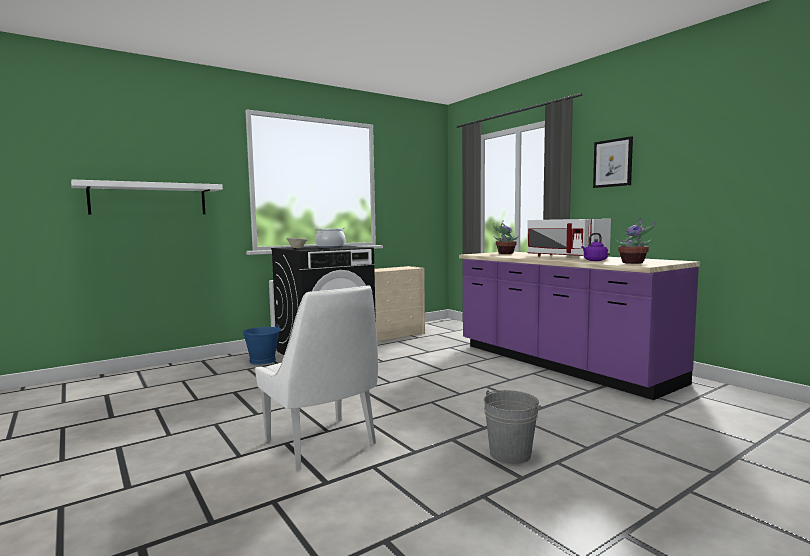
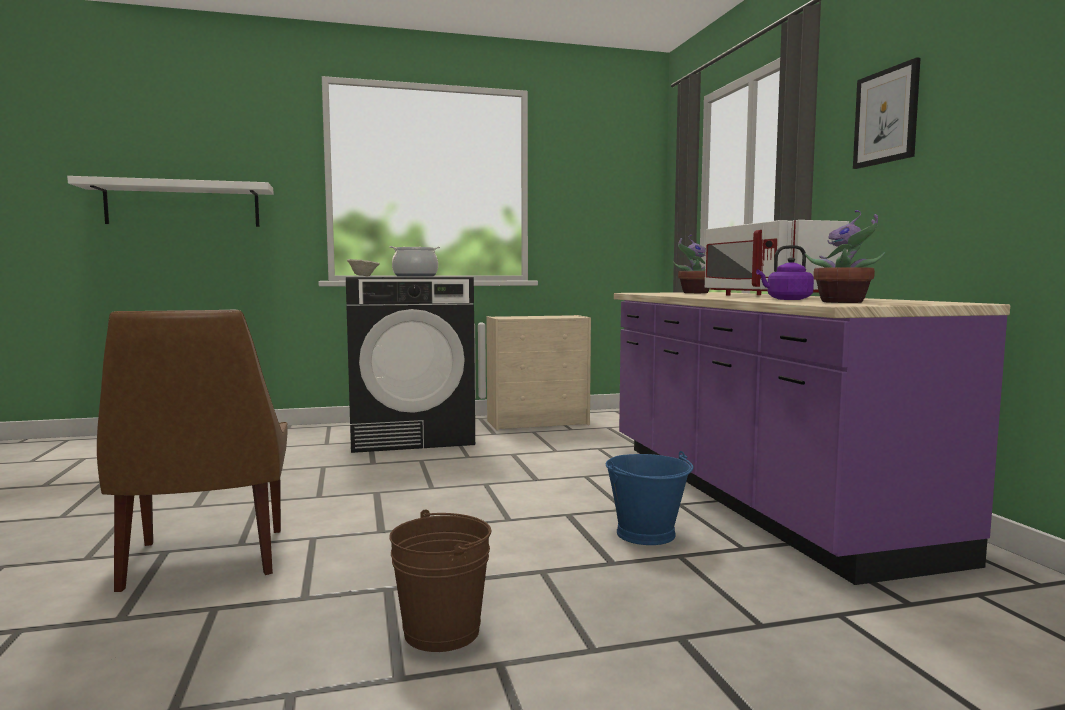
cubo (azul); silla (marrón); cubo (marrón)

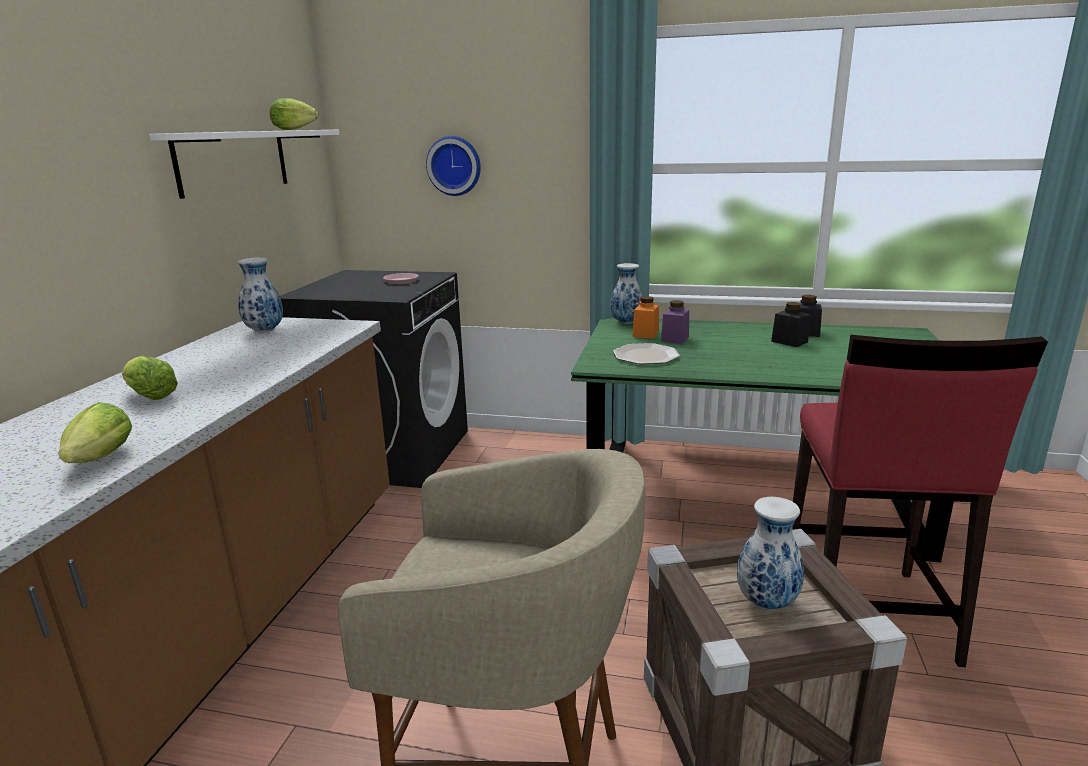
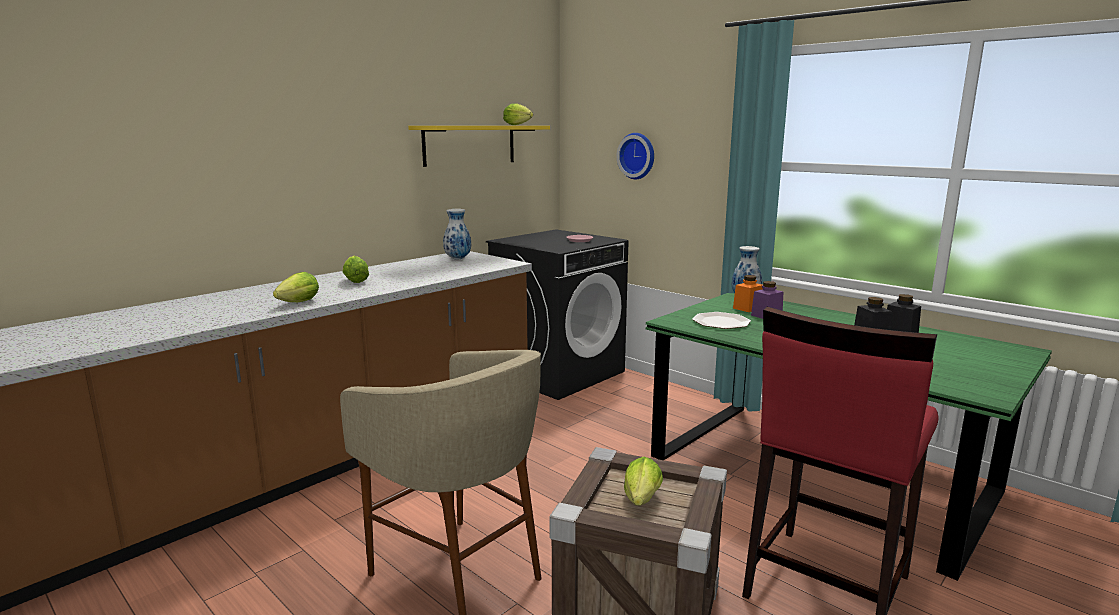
estante (amarillo); lechuga (4th from left)

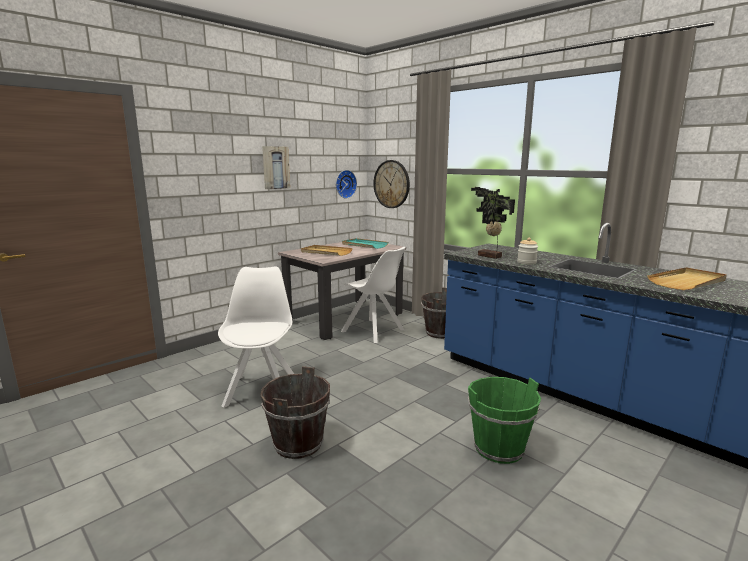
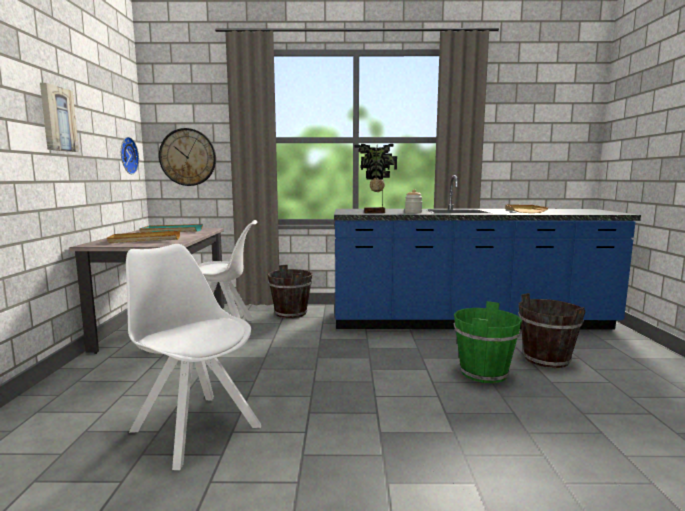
cubo (marrón) (2nd from left)

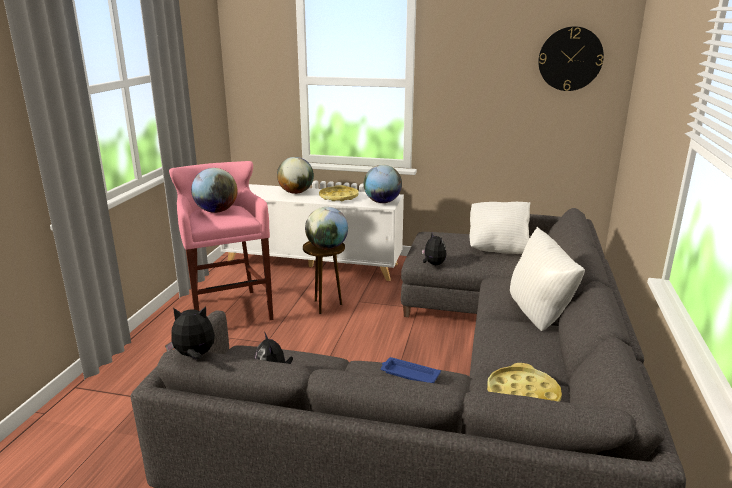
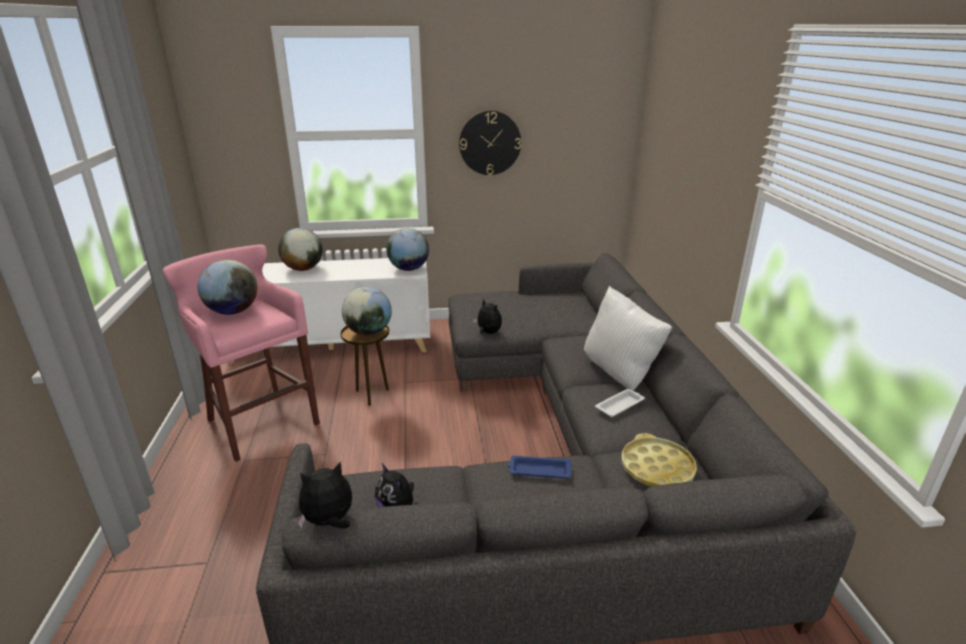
bandeja (amarillo) (1st from left in the first image); cojín (blanco) (1st from left in the first image); reloj de pared; bandeja (blanco)

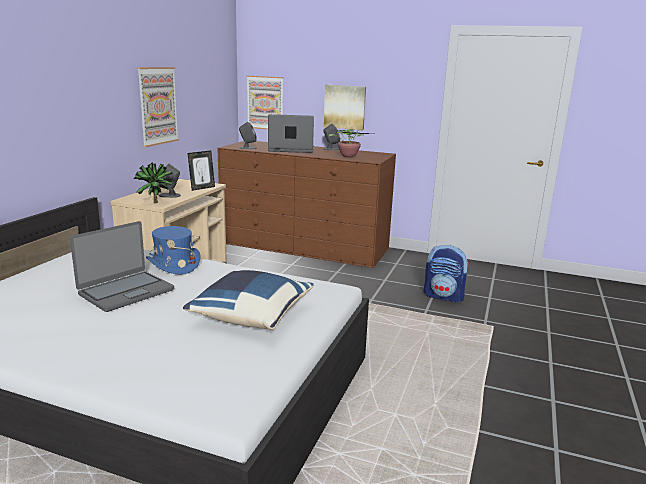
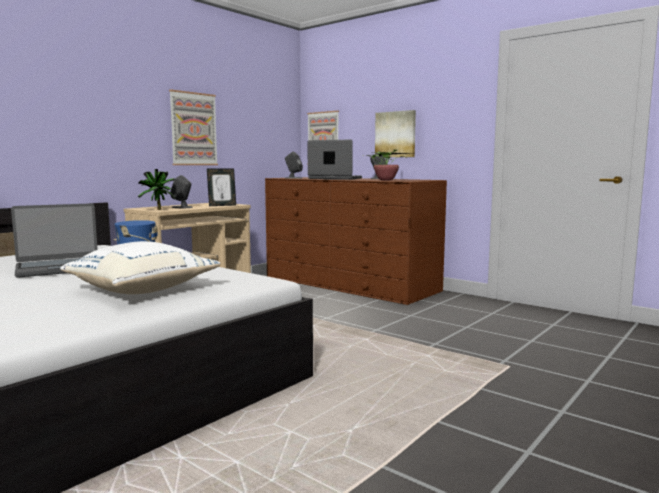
cojín (blanco); mochila

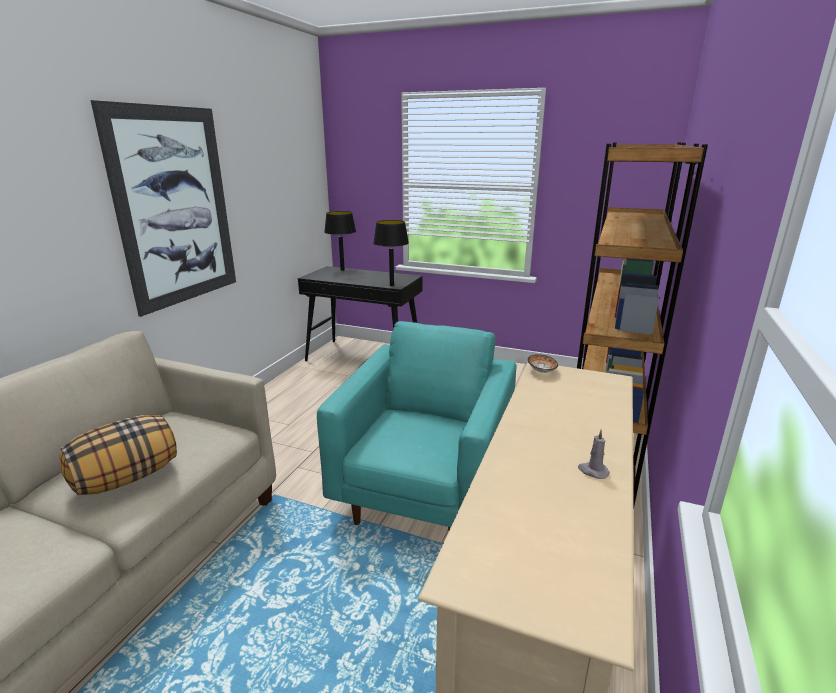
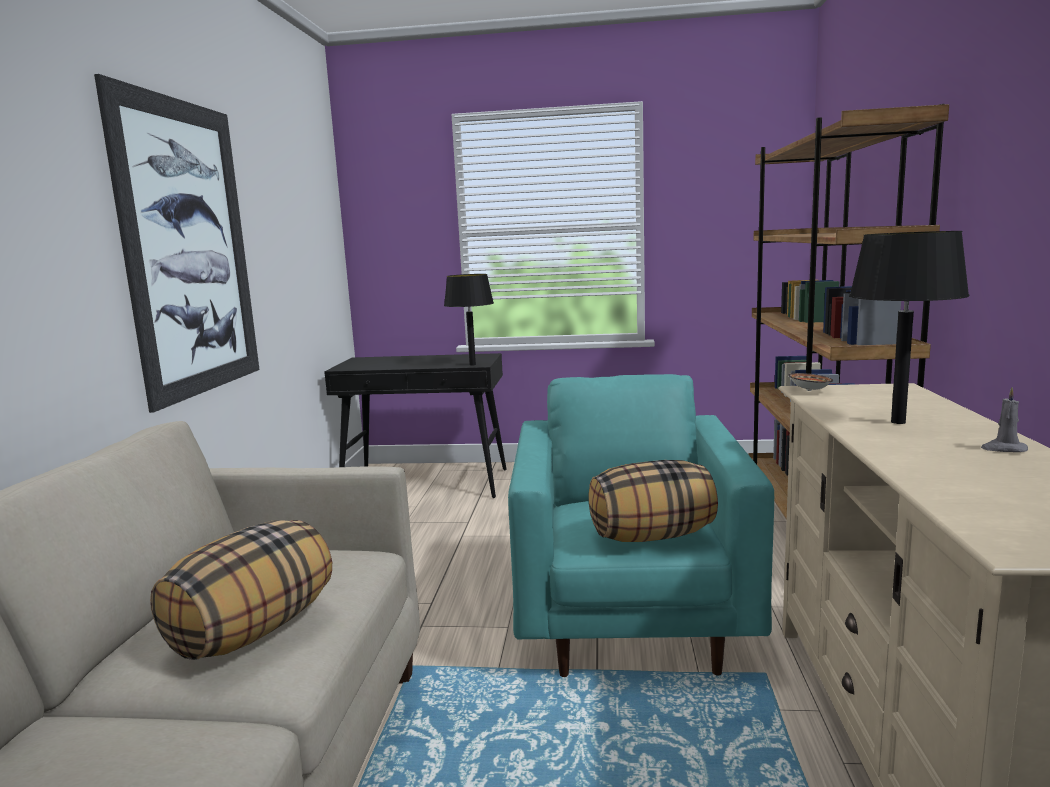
lámpara de mesa (negro) (2nd from left); cojín (2nd from left)

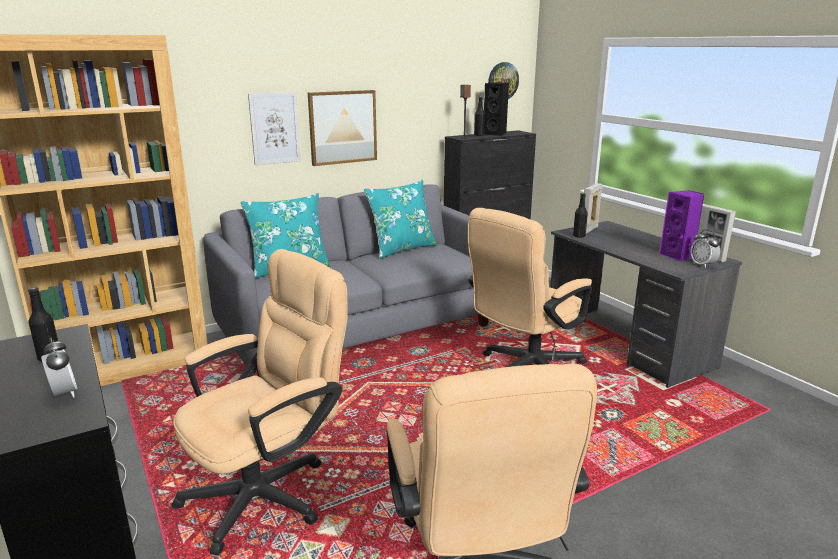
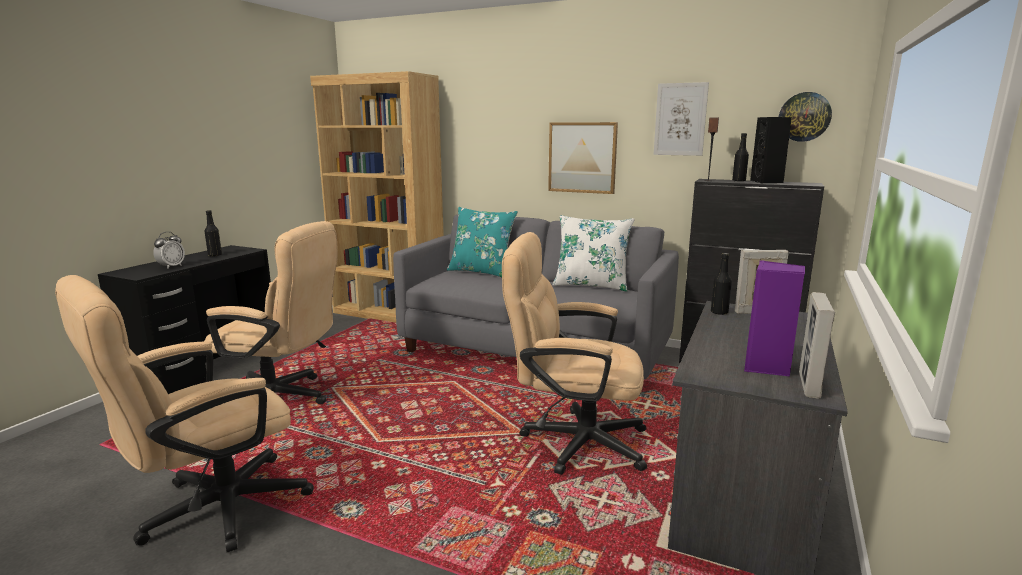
cuadro (2nd from left); cojín (blanco); despertador (2nd from left in the first image)

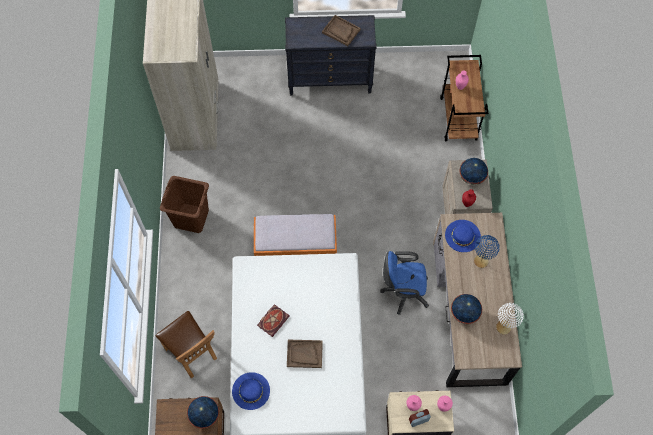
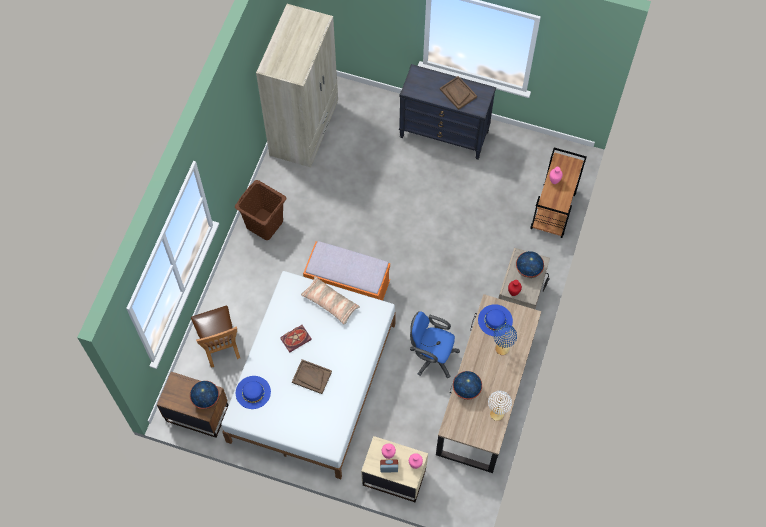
cojín

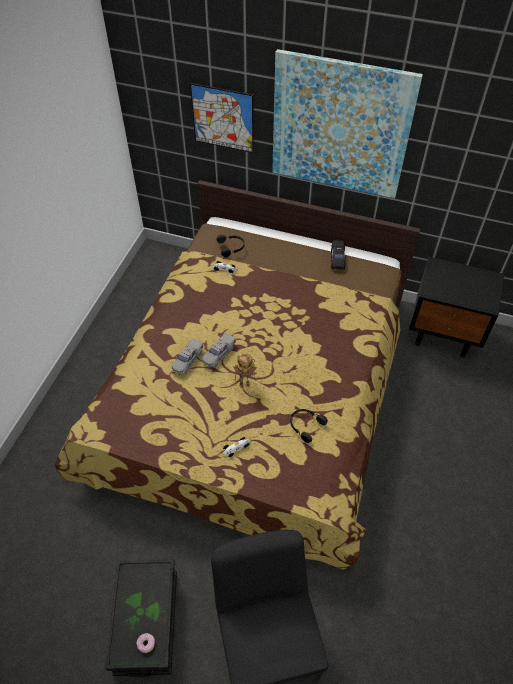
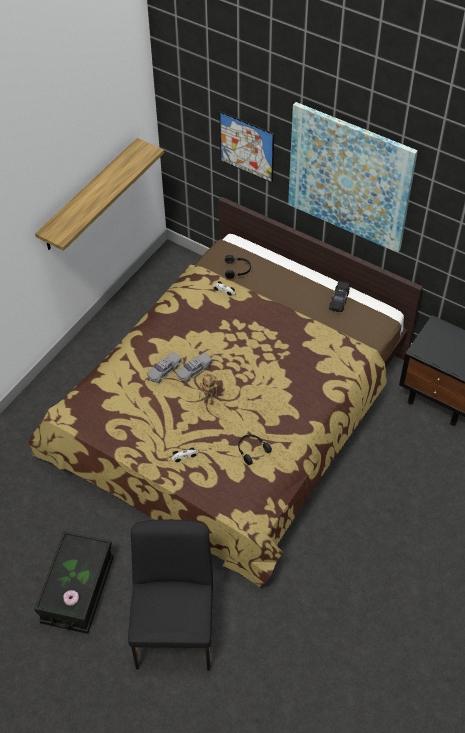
estante

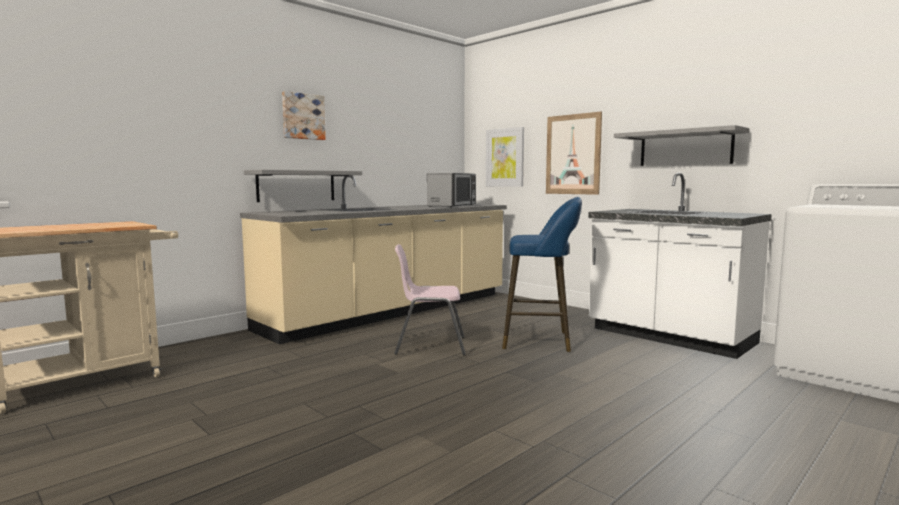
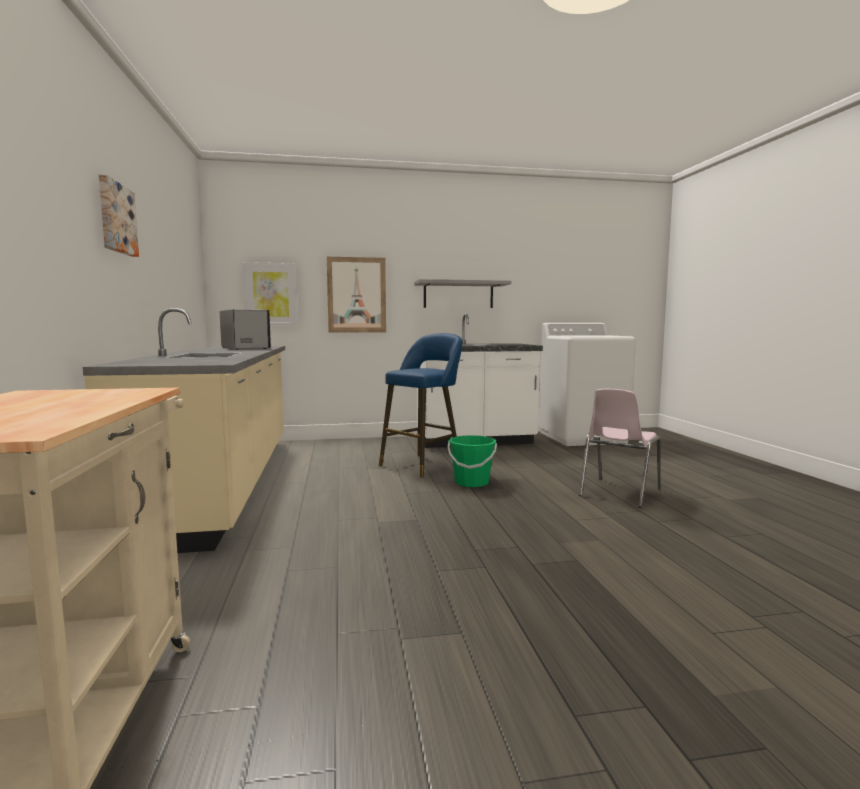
estante (gris) (1st from left in the first image); silla (rosa); cubo (verde)

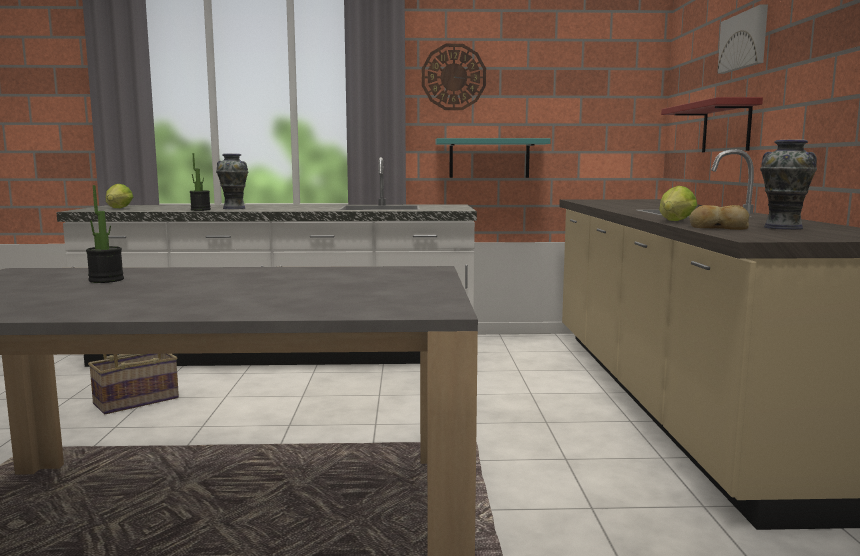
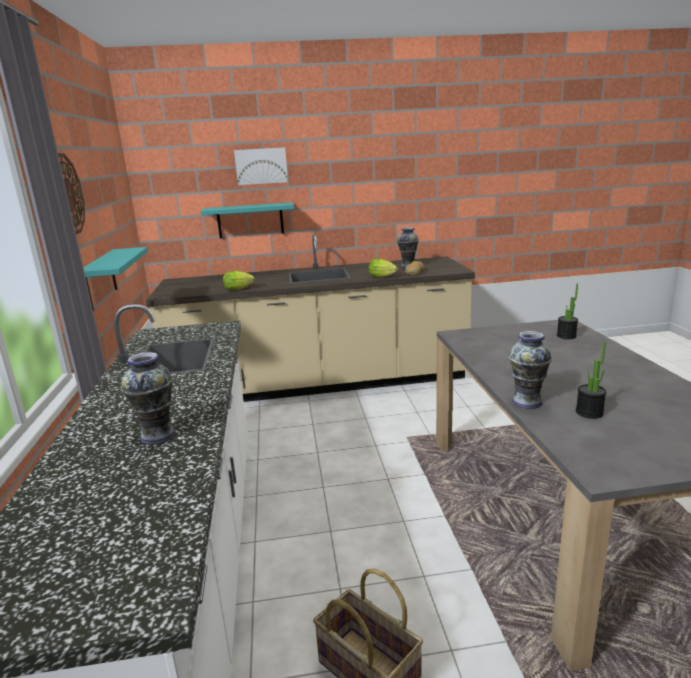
lechuga (1st from left); planta en maceta (1st from left); estante (turquesa) (2nd from left); florero (3rd from left)

